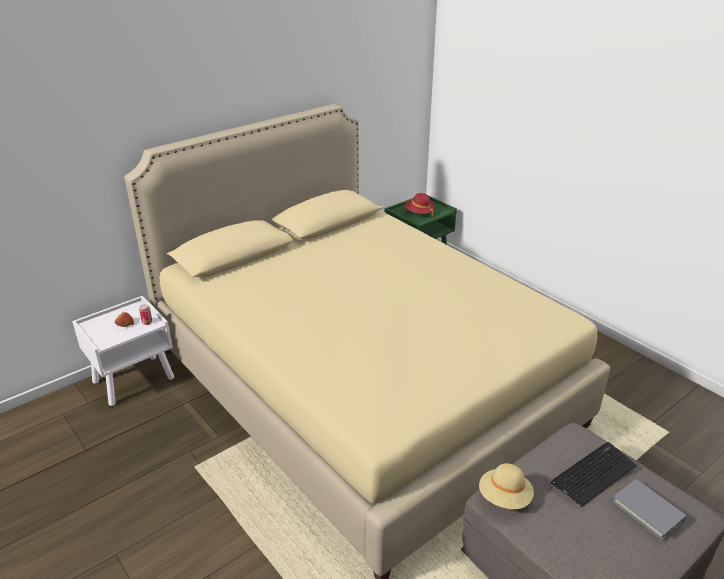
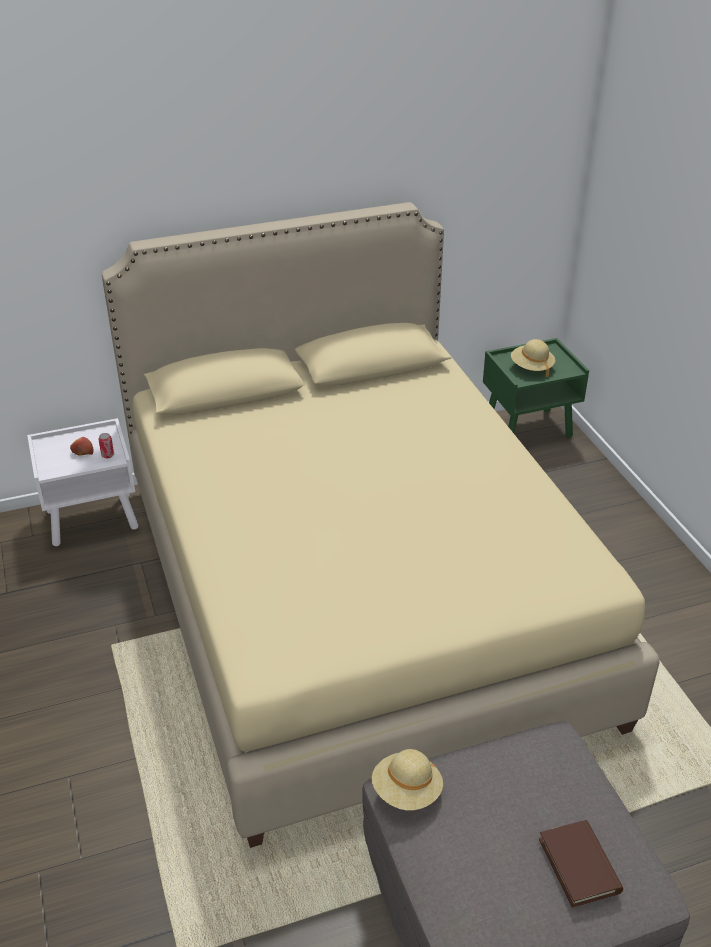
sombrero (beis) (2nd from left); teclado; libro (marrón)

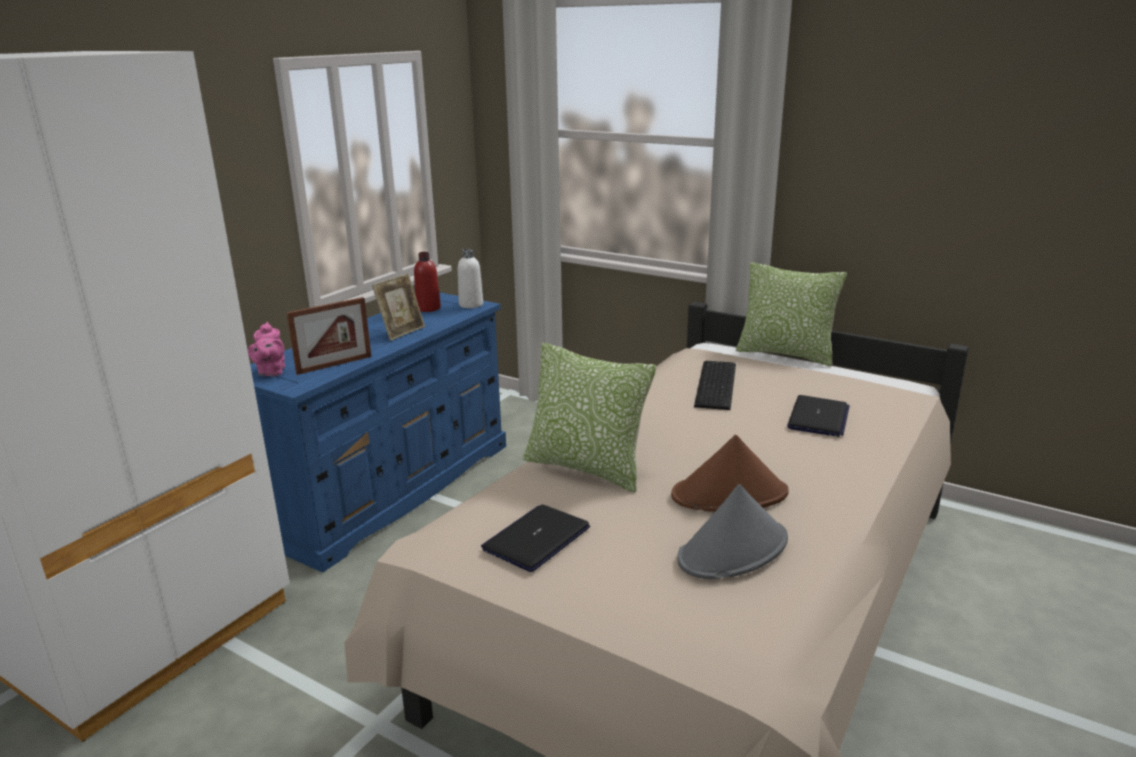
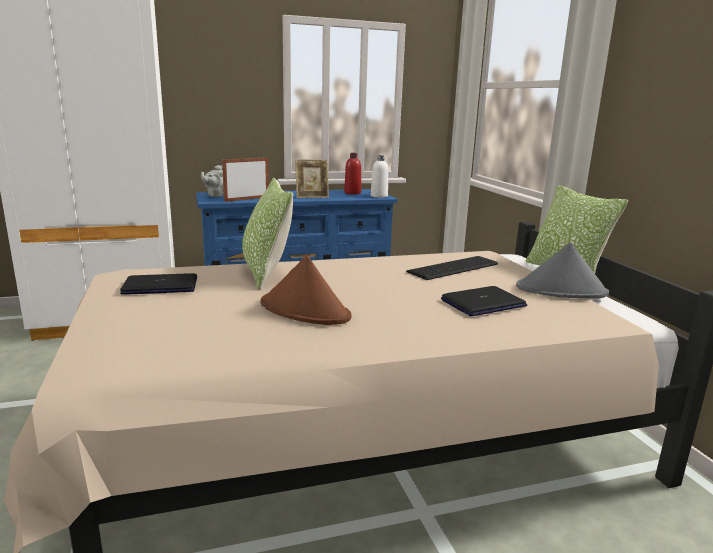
tetera (gris); portarretratos (1st from left); sombrero (gris)

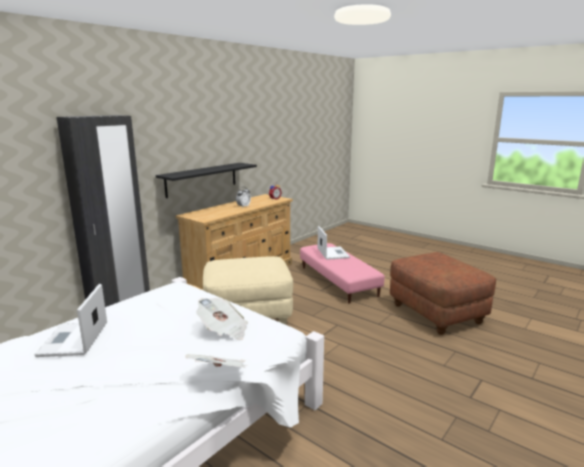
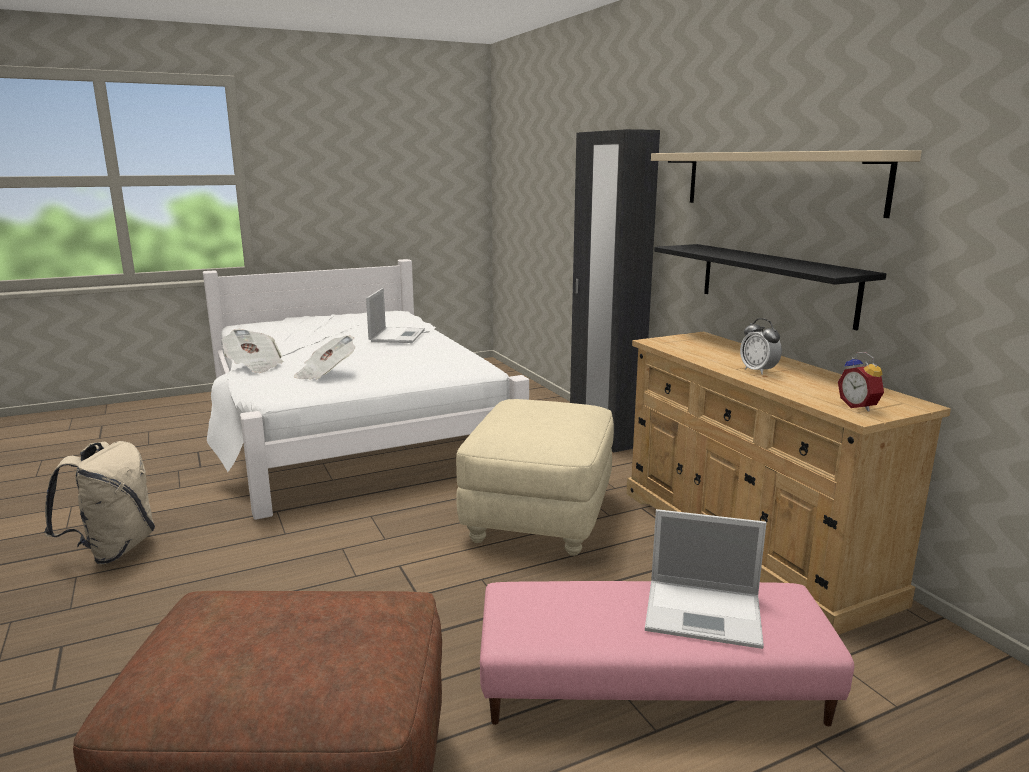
portátil (1st from left); mochila (beis); estante (beis)

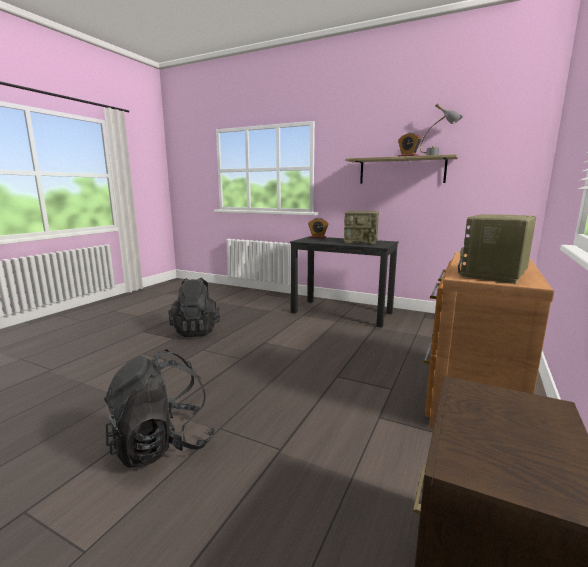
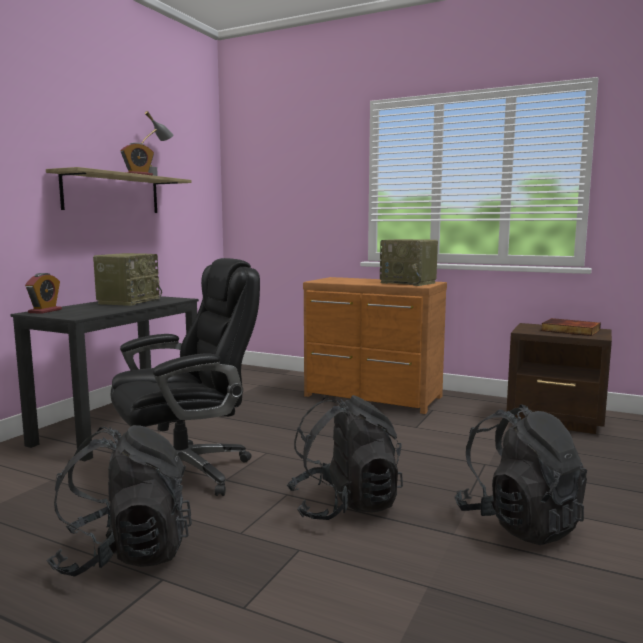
silla de oficina (negro); mochila (negro) (2nd from left); libro

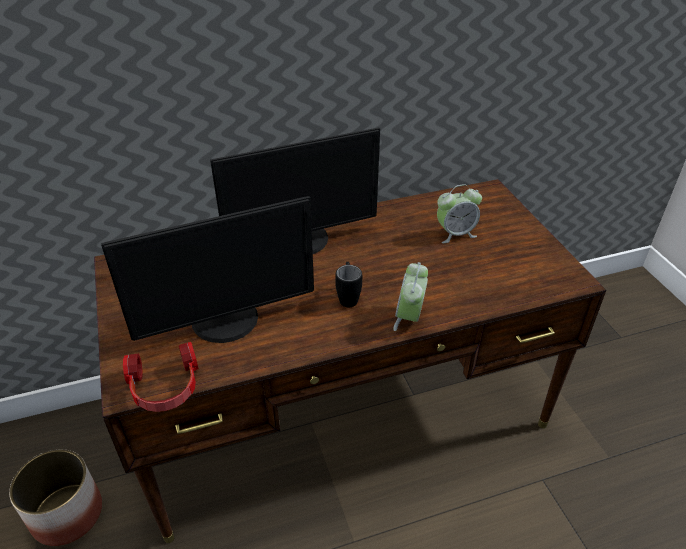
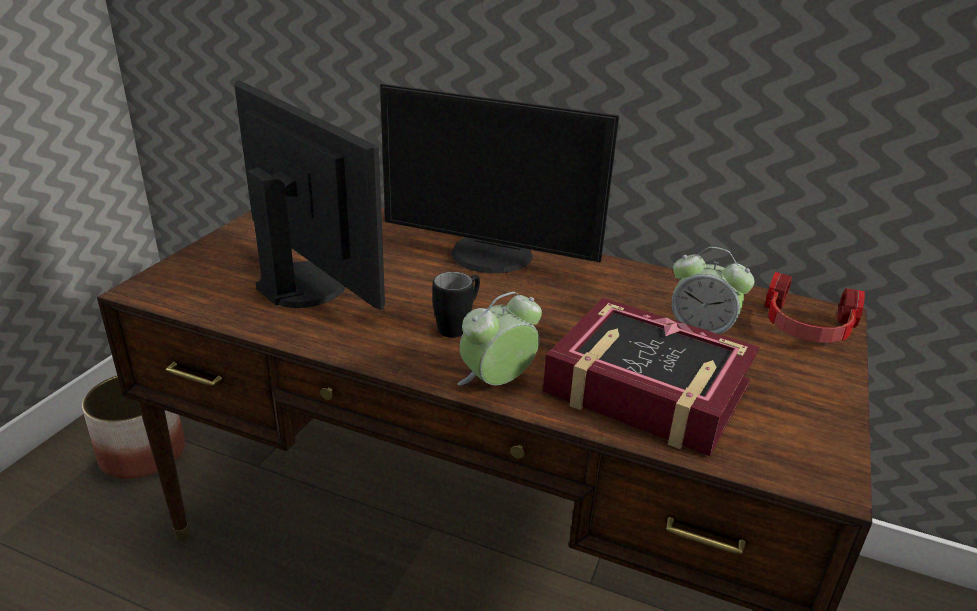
monitor (1st from left); auriculares; libro

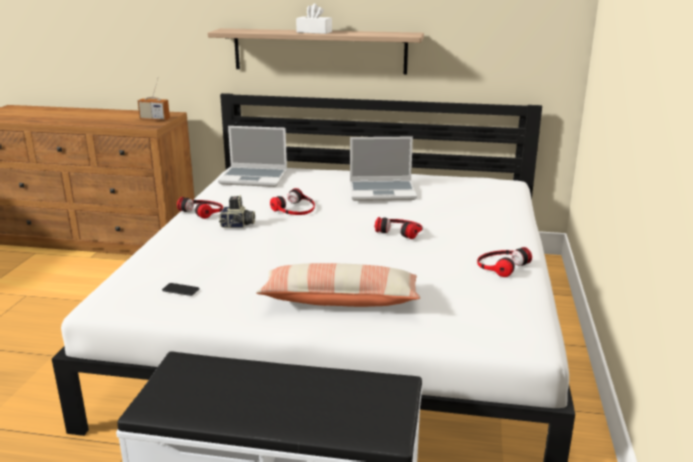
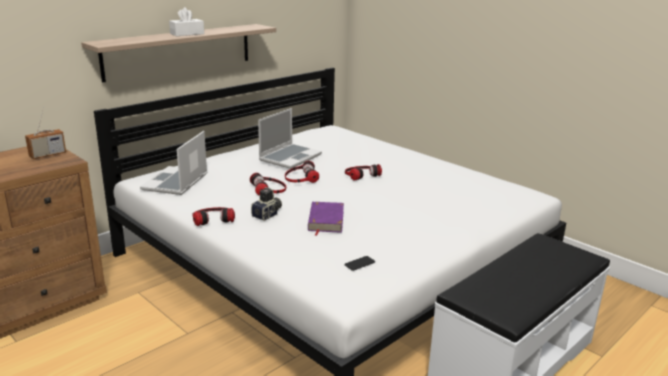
portátil (1st from left); cojín; auriculares (3rd from left); libro (morado)

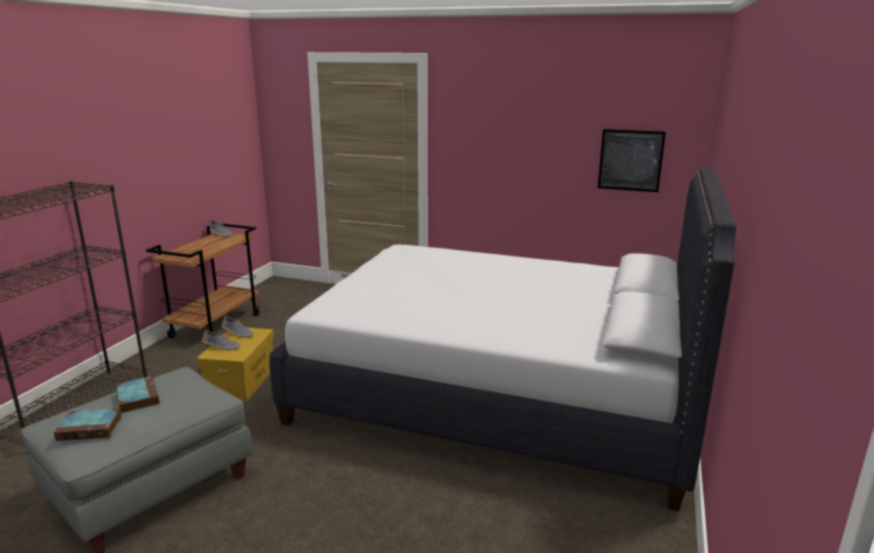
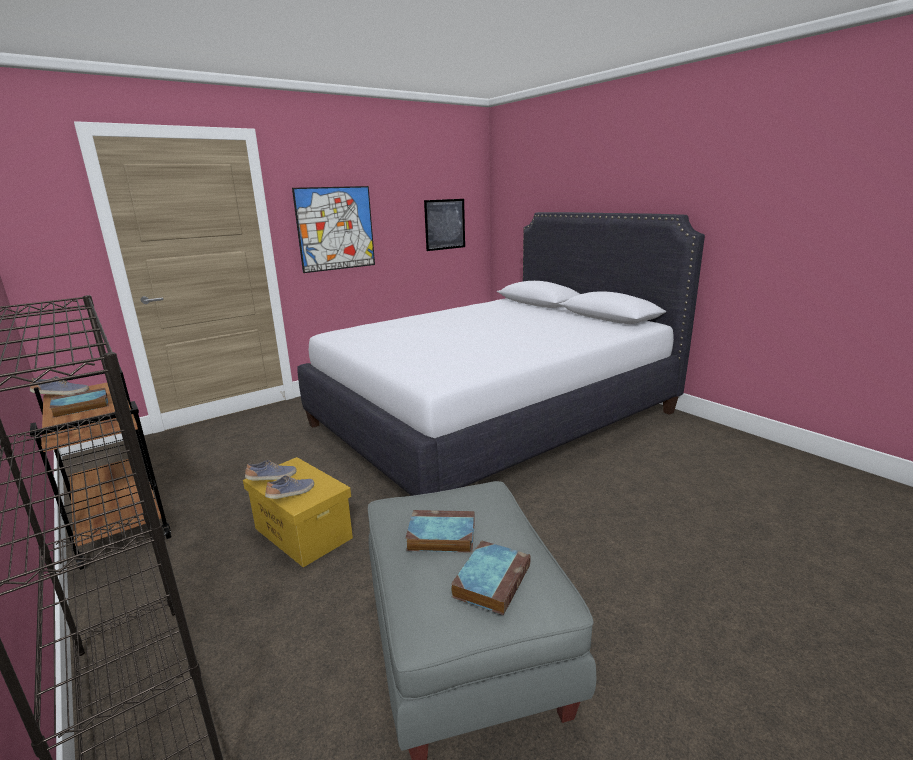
libro (1st from left); cuadro (1st from left)

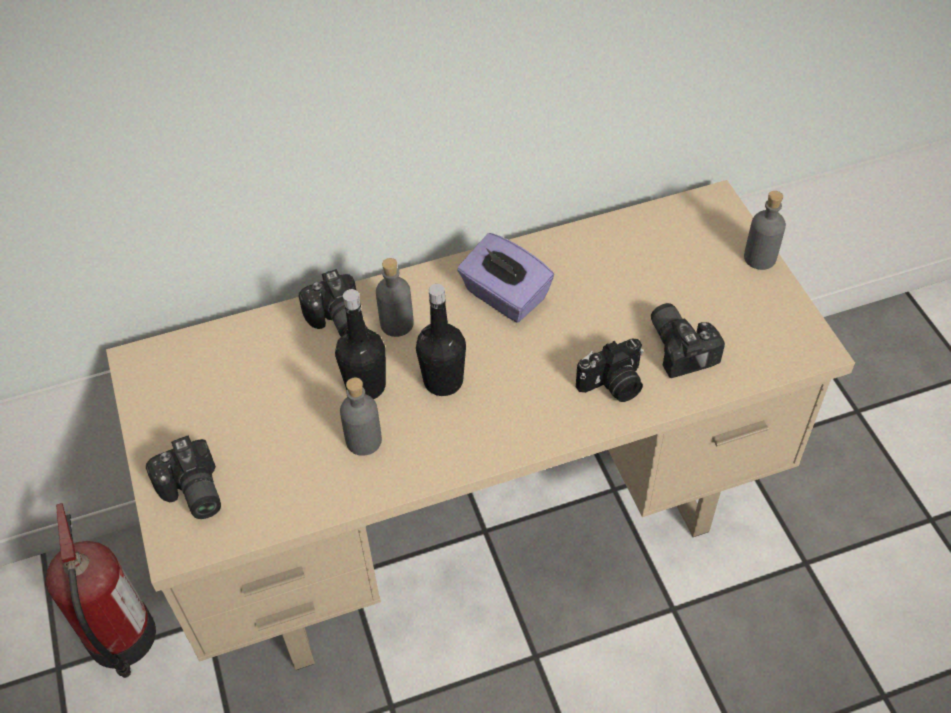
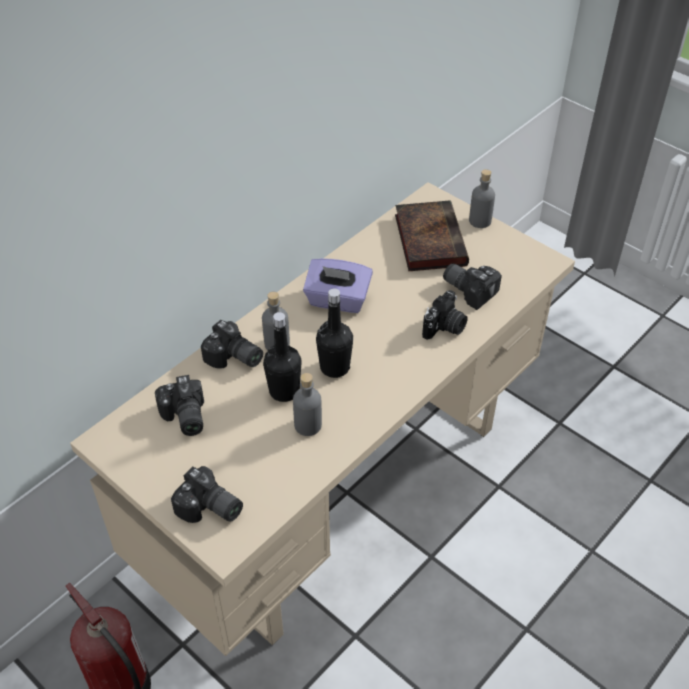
cámara (1st from left); libro

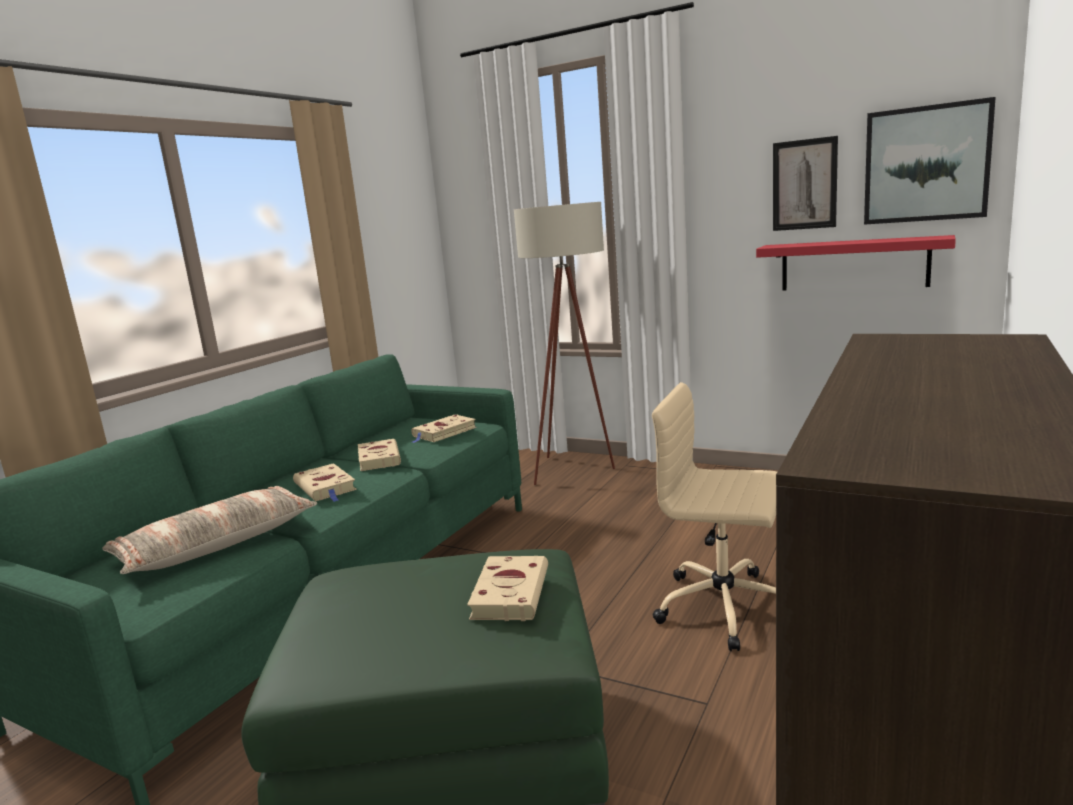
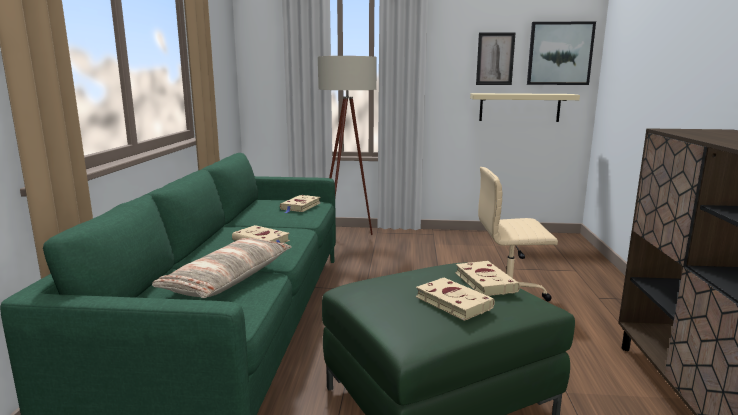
libro (beis) (3rd from left); estante (beis)

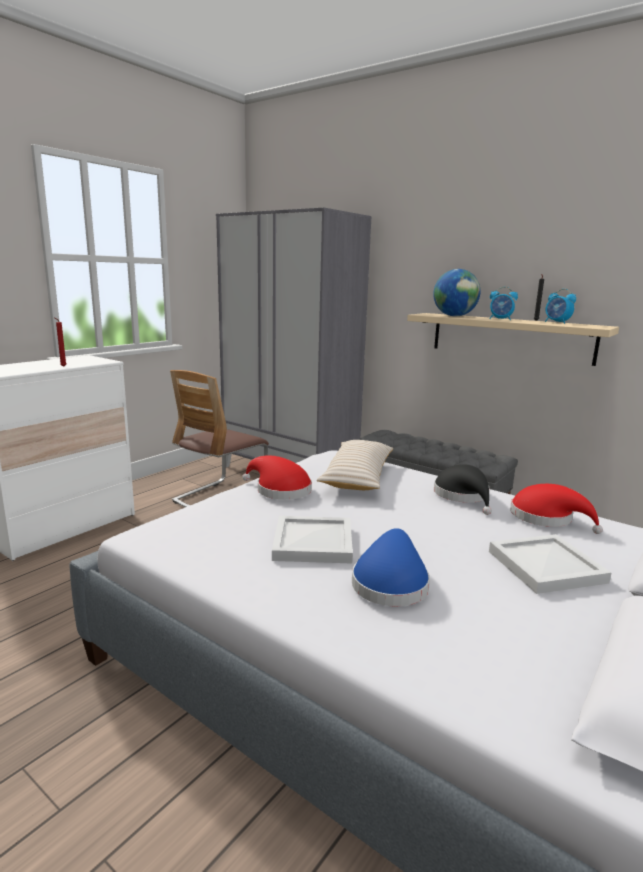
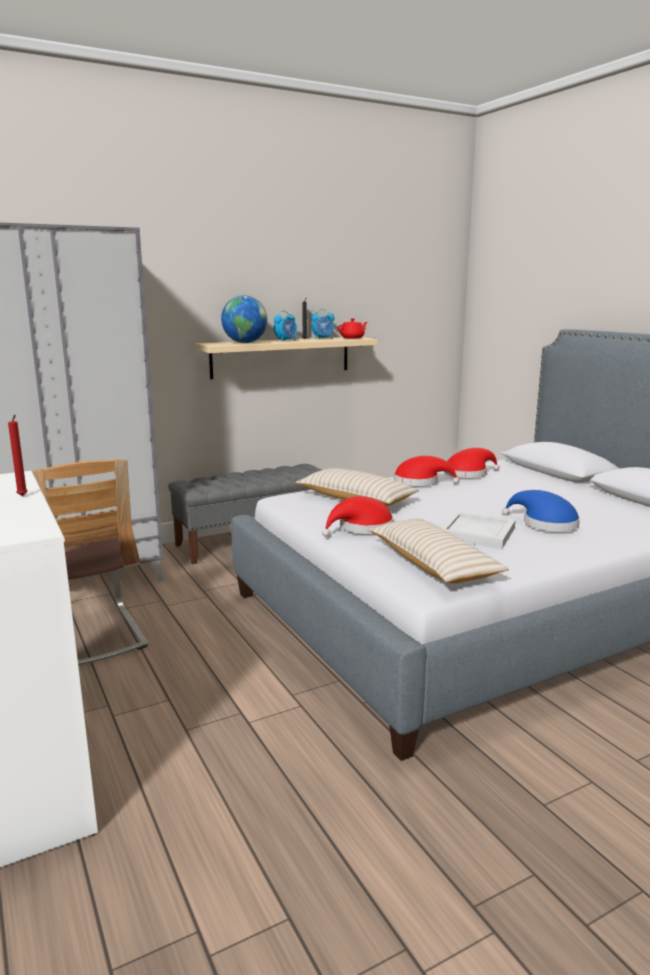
sombrero (rojo) (2nd from left); bandeja (blanco) (2nd from left in the first image); tetera (rojo); cojín (beis) (2nd from left)

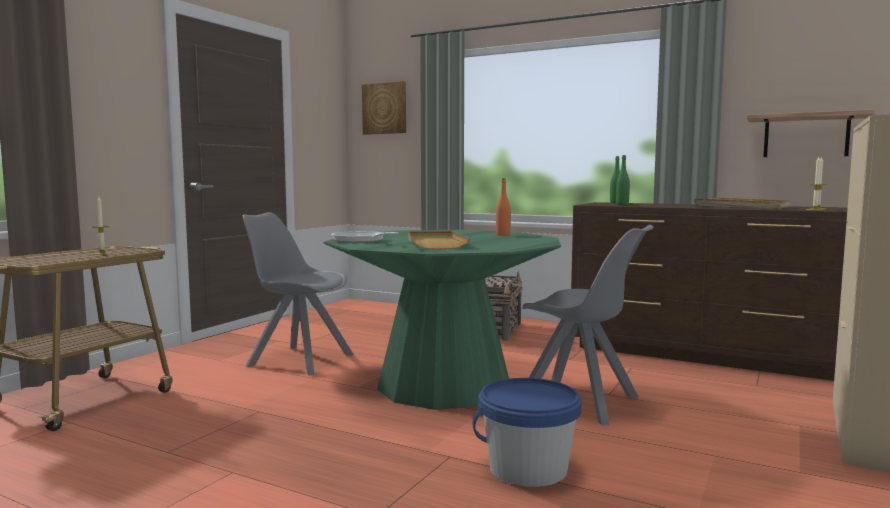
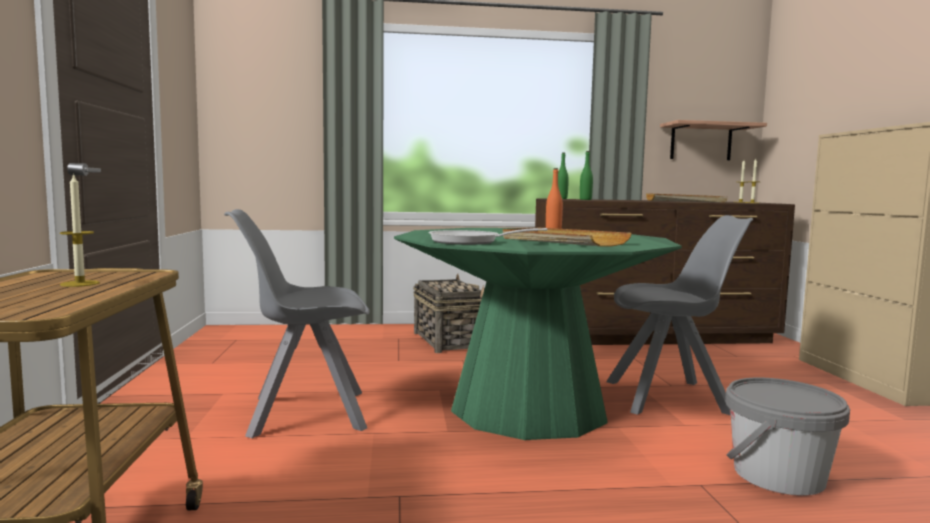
cuadro; cubo (gris)

